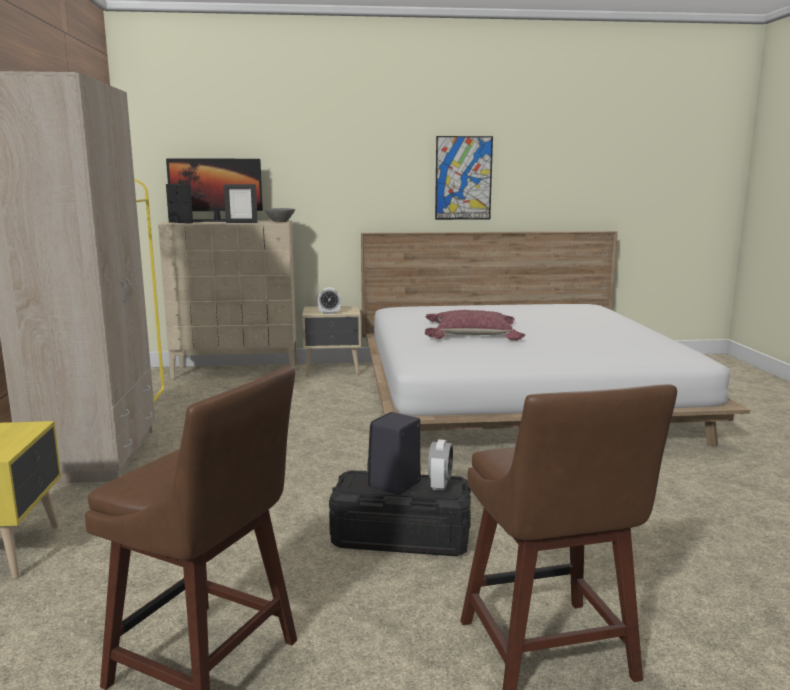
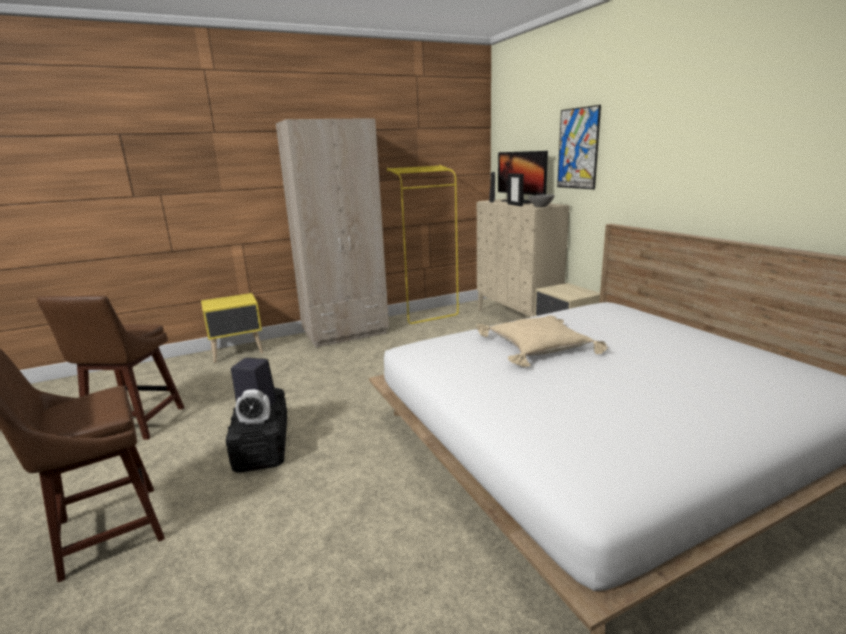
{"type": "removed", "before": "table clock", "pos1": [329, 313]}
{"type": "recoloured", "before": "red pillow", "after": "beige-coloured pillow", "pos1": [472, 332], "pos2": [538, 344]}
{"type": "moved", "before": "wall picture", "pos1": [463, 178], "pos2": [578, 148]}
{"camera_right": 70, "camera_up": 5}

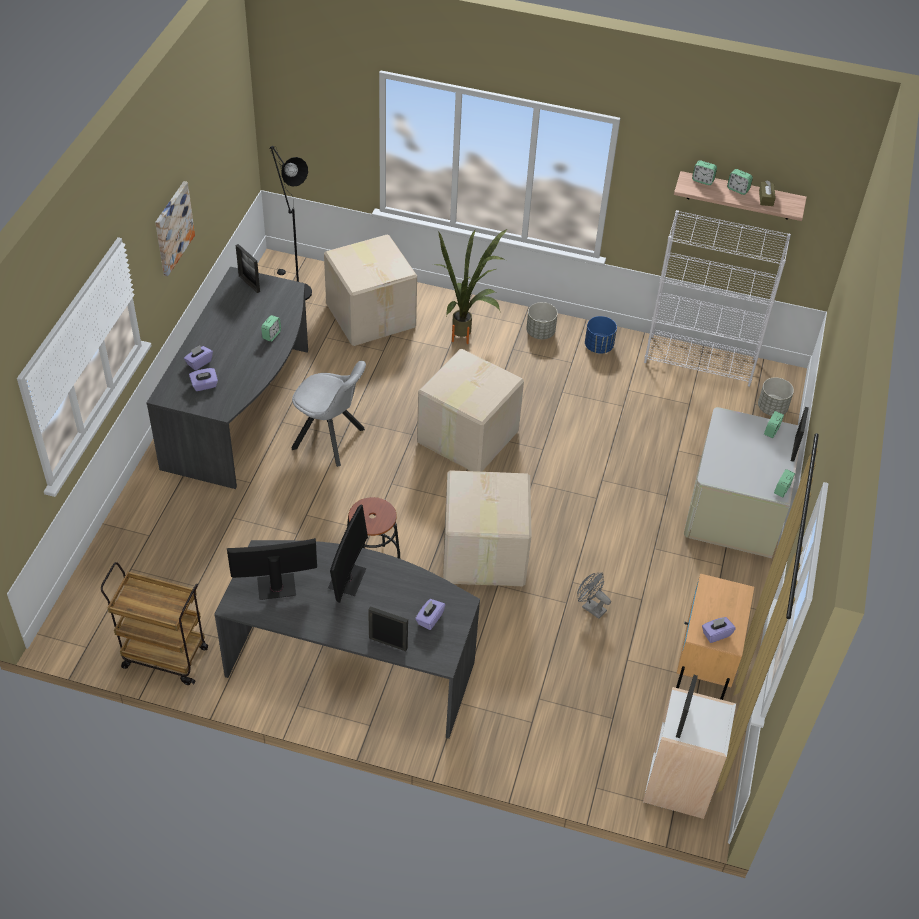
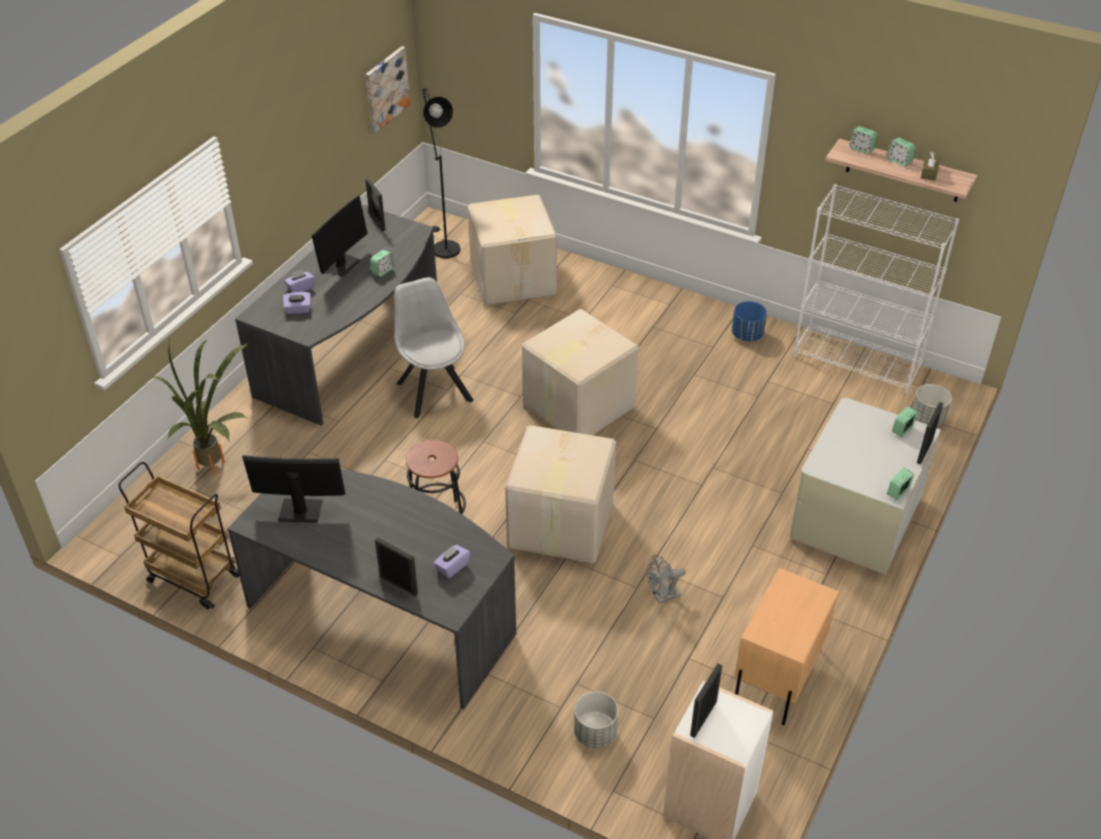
{"type": "moved", "before": "wall picture", "pos1": [173, 228], "pos2": [386, 89]}
{"type": "turned", "before": "grey upright chair", "pos1": [330, 439], "pos2": [433, 390], "turn": -150}
{"type": "moved", "before": "computer screen", "pos1": [347, 579], "pos2": [342, 265]}
{"type": "moved", "before": "potted plant", "pos1": [467, 339], "pos2": [216, 470]}
{"type": "moved", "before": "grey plant pot", "pos1": [540, 332], "pos2": [595, 733]}
{"type": "turned", "before": "grey fan", "pos1": [590, 607], "pos2": [662, 596], "turn": -75}
{"type": "removed", "before": "purple box of tissues", "pos1": [716, 634]}
{"camera_right": 15, "camera_up": -5}

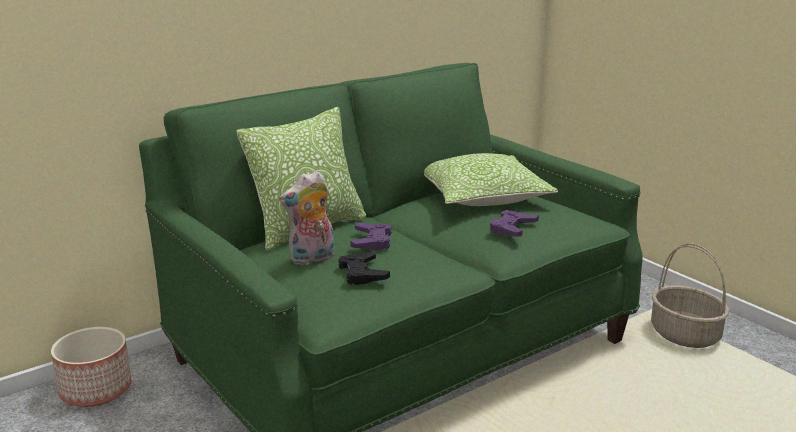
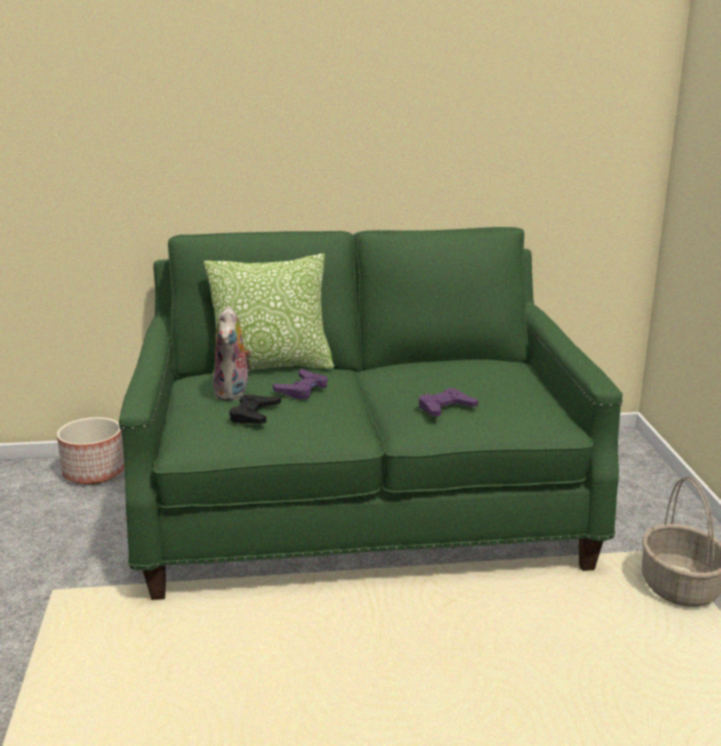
{"type": "turned", "before": "soft toy", "pos1": [311, 259], "pos2": [234, 393], "turn": -90}
{"type": "removed", "before": "pillow", "pos1": [482, 197]}
{"camera_right": 30, "camera_up": 0}

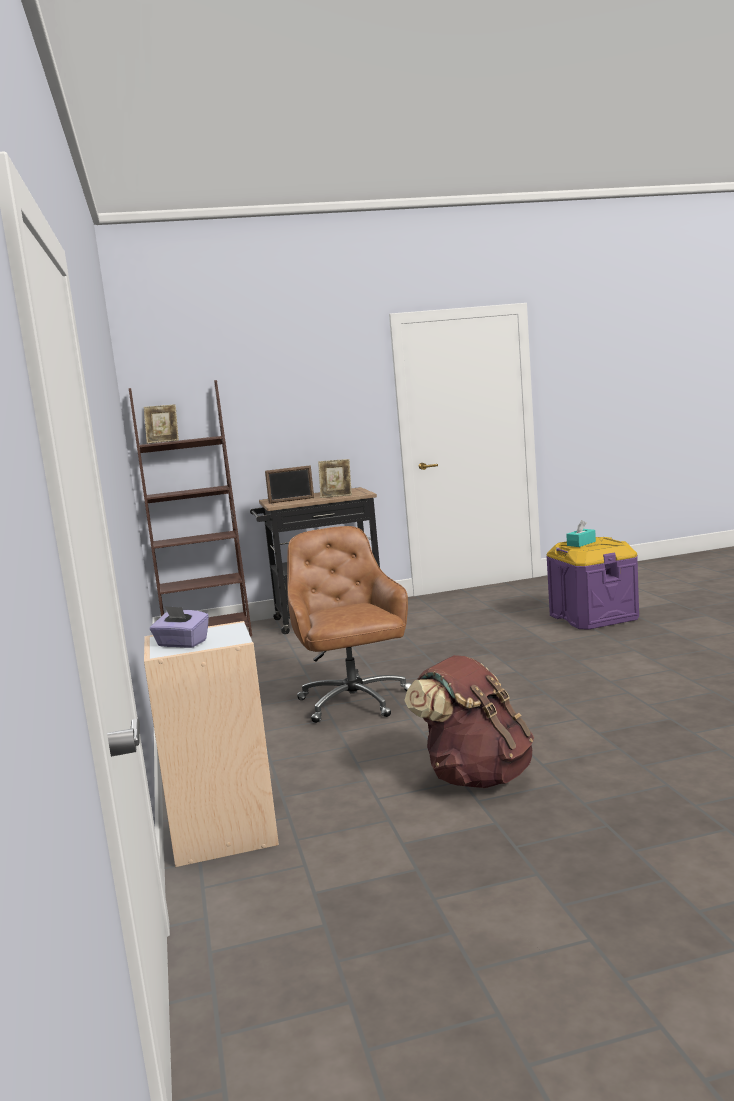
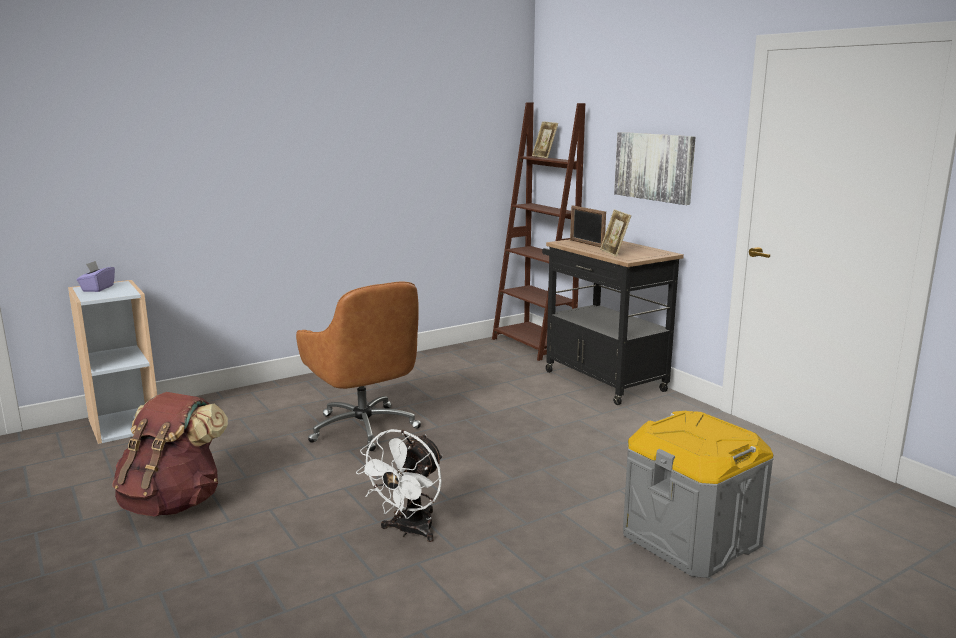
{"type": "turned", "before": "brownish desk chair", "pos1": [355, 701], "pos2": [362, 429], "turn": 90}
{"type": "recoloured", "before": "purple storage container", "after": "grey storage container", "pos1": [593, 617], "pos2": [691, 539]}
{"type": "removed", "before": "blue-green box of tissues", "pos1": [581, 543]}
{"type": "added", "after": "white-coloured fan", "pos2": [409, 531]}
{"type": "added", "after": "wall picture", "pos2": [654, 167]}
{"camera_right": 70, "camera_up": 5}

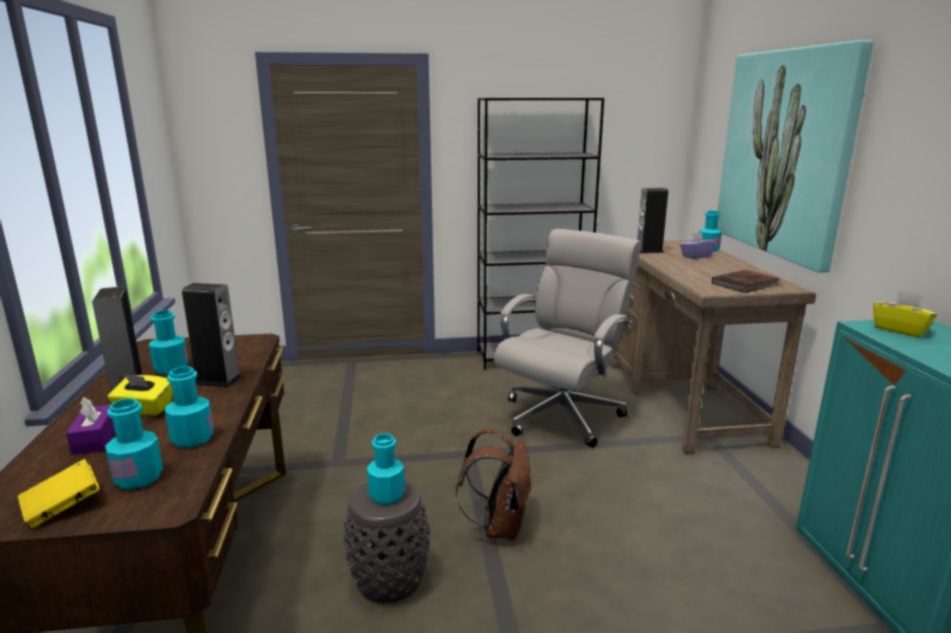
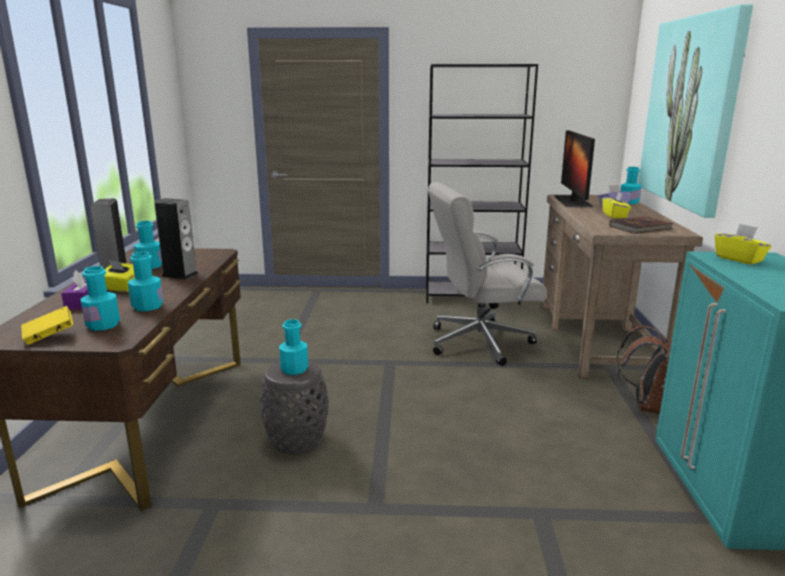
{"type": "moved", "before": "brownish knapsack", "pos1": [499, 526], "pos2": [646, 406]}
{"type": "turned", "before": "grey desk chair", "pos1": [561, 416], "pos2": [480, 342], "turn": -150}
{"type": "replaced", "before": "loudspeaker", "after": "computer screen", "pos1": [649, 251], "pos2": [572, 201]}
{"type": "added", "after": "yellow-coloured box of tissues", "pos2": [614, 215]}
{"camera_right": 10, "camera_up": 0}

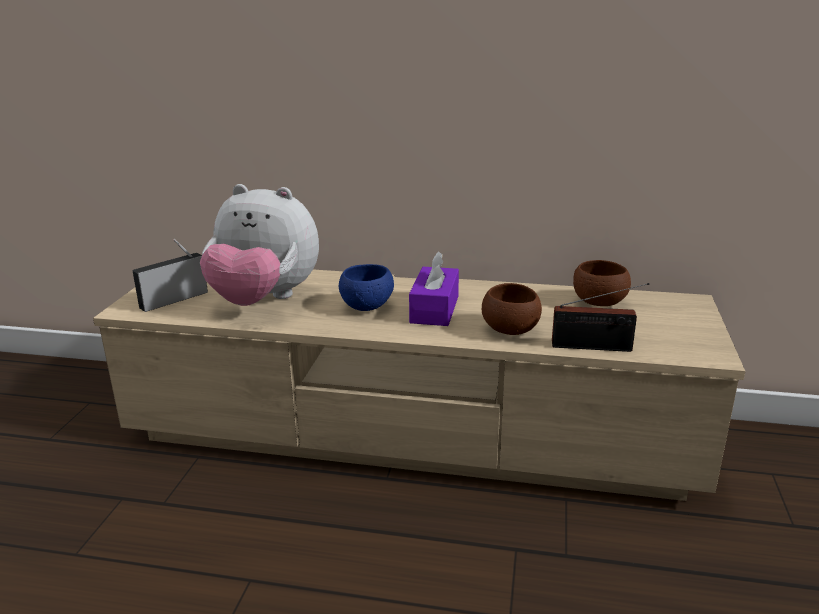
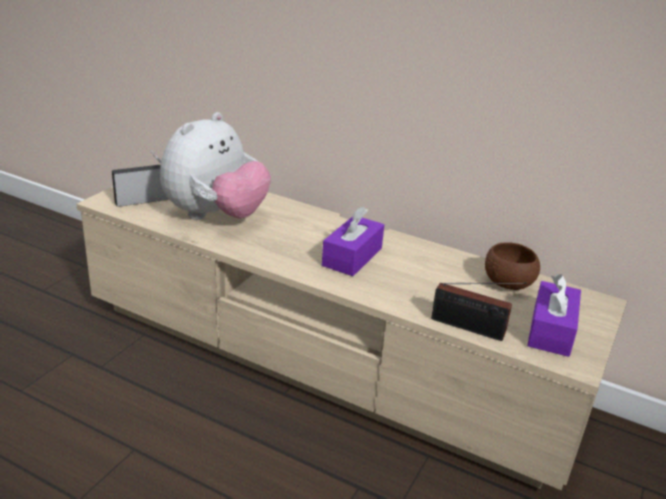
{"type": "turned", "before": "soft toy", "pos1": [264, 300], "pos2": [215, 216], "turn": -90}
{"type": "removed", "before": "blue serving bowl", "pos1": [366, 307]}
{"type": "removed", "before": "brownish serving bowl", "pos1": [510, 330]}
{"type": "added", "after": "purple box of tissues", "pos2": [551, 330]}
{"camera_right": 15, "camera_up": 5}

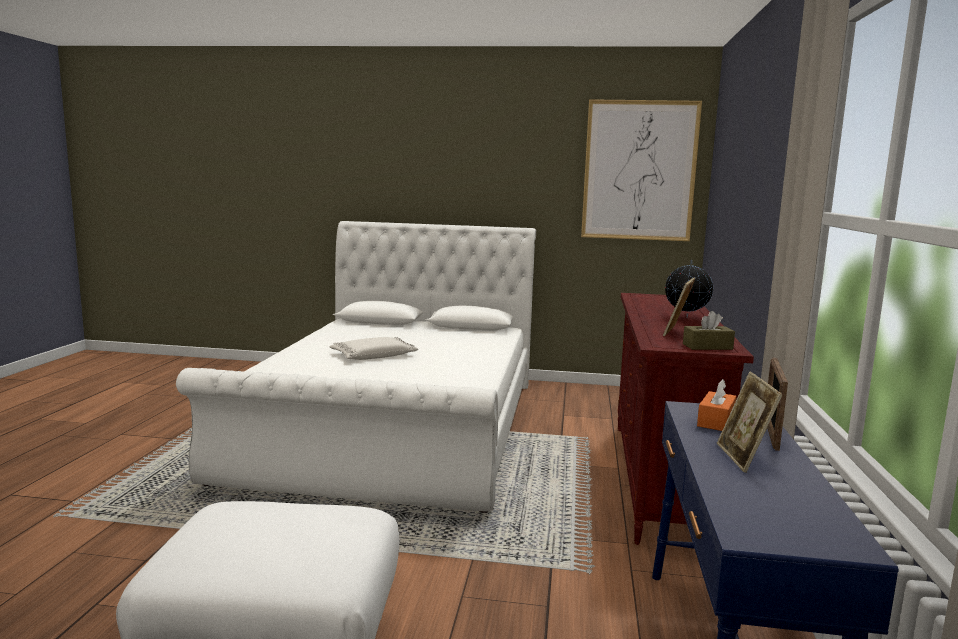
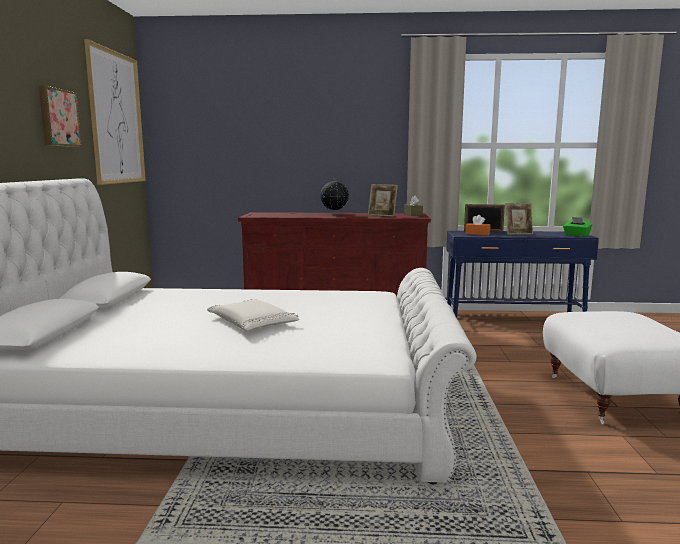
{"type": "added", "after": "wall picture", "pos2": [58, 118]}
{"type": "added", "after": "green box of tissues", "pos2": [576, 235]}
{"camera_right": -95, "camera_up": 0}

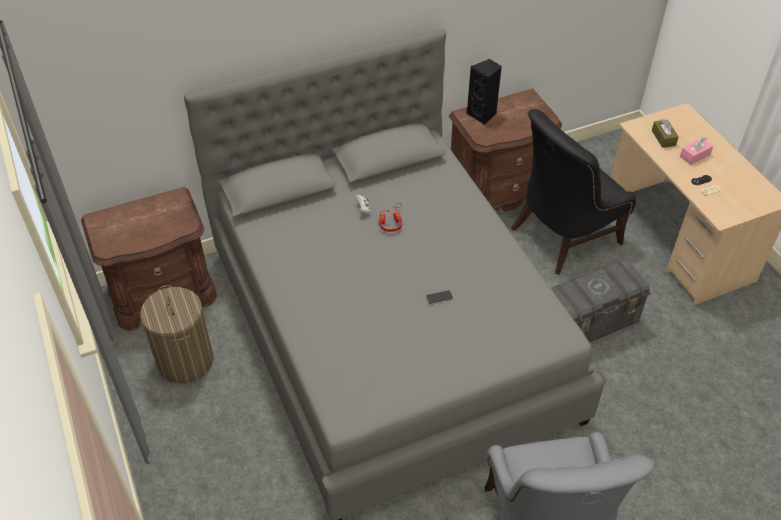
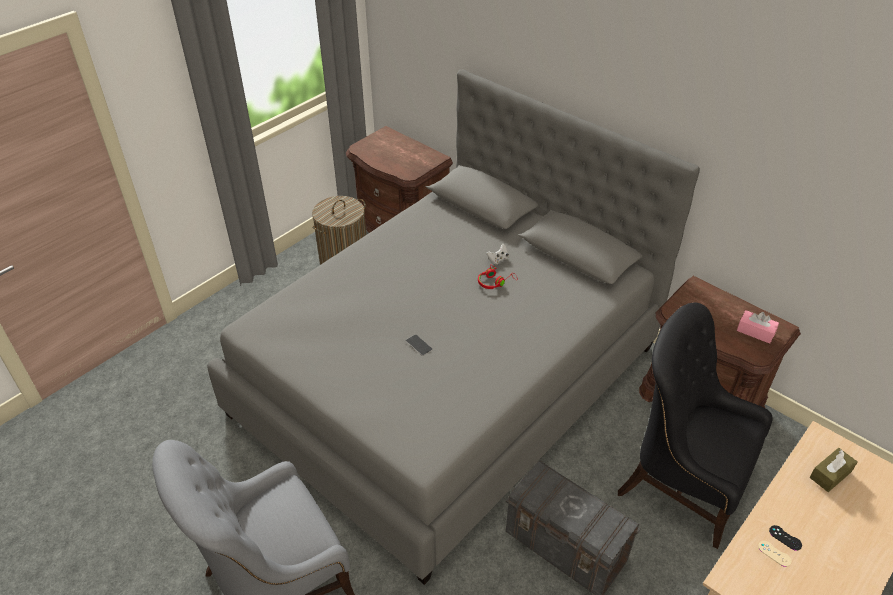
{"type": "removed", "before": "black loudspeaker", "pos1": [483, 115]}
{"type": "moved", "before": "pinkish box of tissues", "pos1": [695, 156], "pos2": [755, 331]}
{"camera_right": 65, "camera_up": -5}

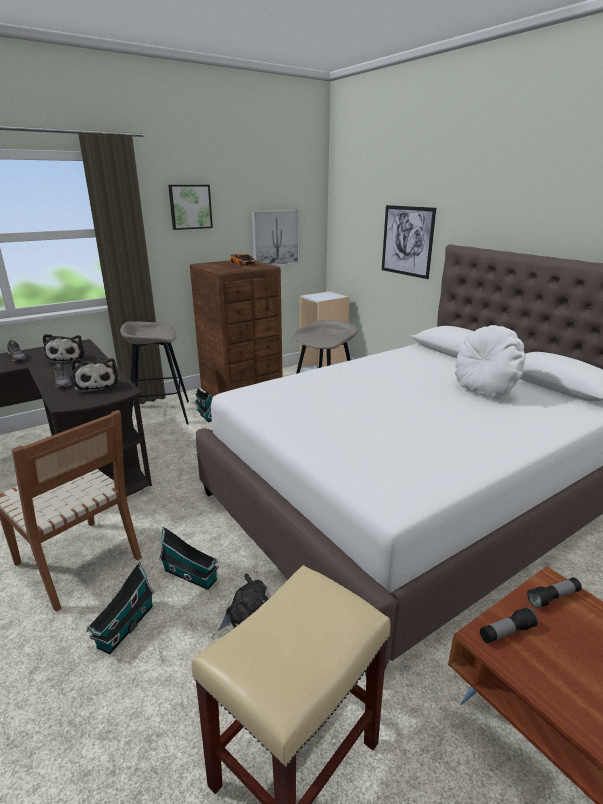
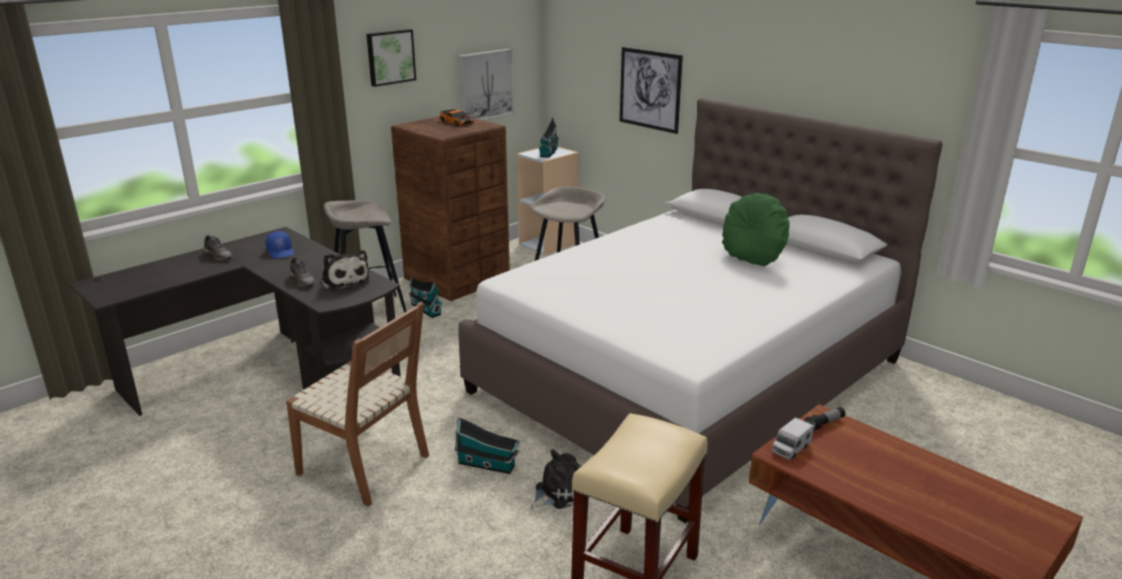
{"type": "replaced", "before": "soft toy", "after": "blue peaked cap", "pos1": [67, 358], "pos2": [281, 252]}
{"type": "moved", "before": "model house", "pos1": [124, 628], "pos2": [548, 153]}
{"type": "recoloured", "before": "white-coloured pillow", "after": "green pillow", "pos1": [483, 391], "pos2": [752, 259]}
{"type": "replaced", "before": "flashlight", "after": "toy truck", "pos1": [506, 632], "pos2": [790, 448]}
{"camera_right": -10, "camera_up": 0}

